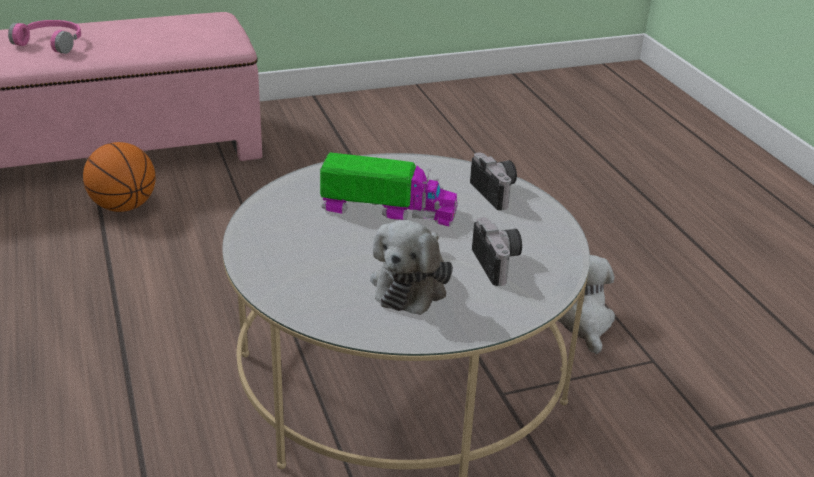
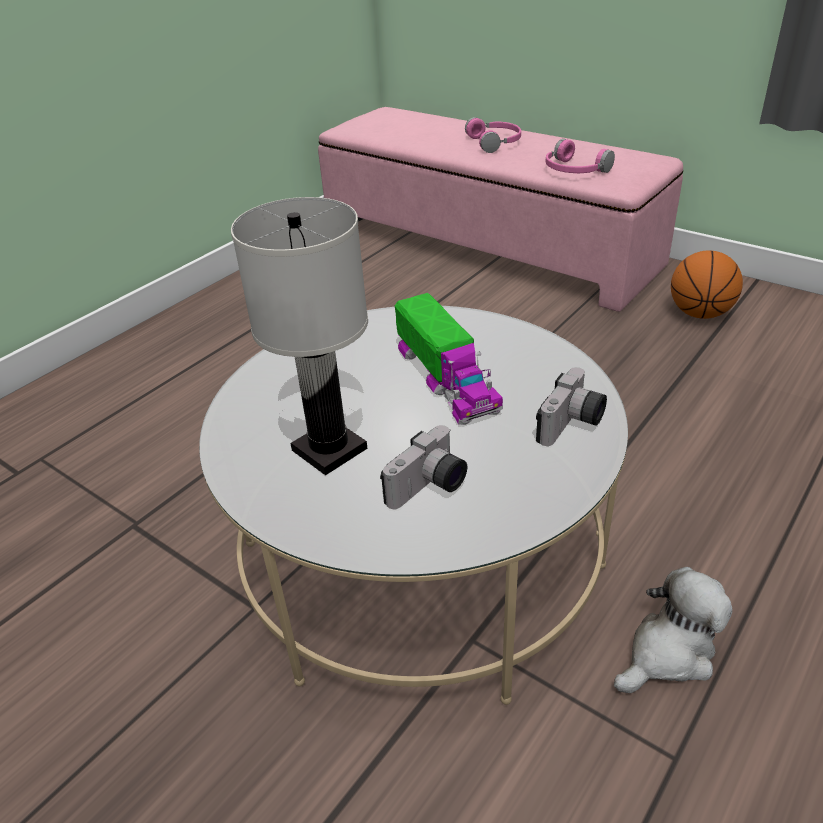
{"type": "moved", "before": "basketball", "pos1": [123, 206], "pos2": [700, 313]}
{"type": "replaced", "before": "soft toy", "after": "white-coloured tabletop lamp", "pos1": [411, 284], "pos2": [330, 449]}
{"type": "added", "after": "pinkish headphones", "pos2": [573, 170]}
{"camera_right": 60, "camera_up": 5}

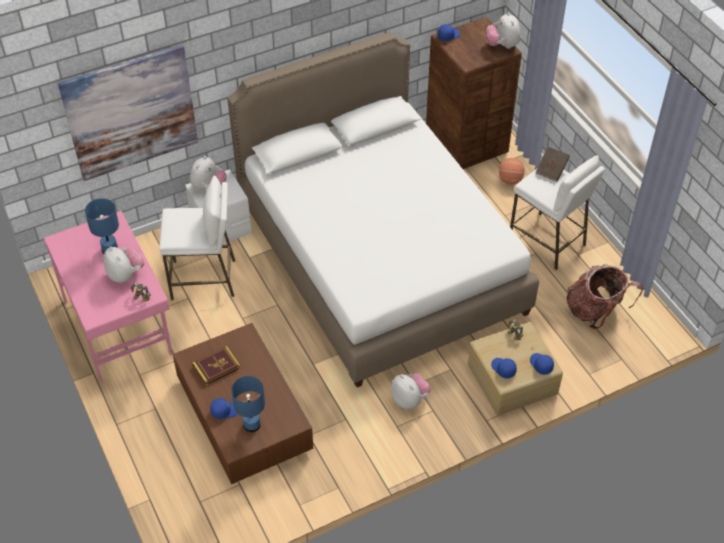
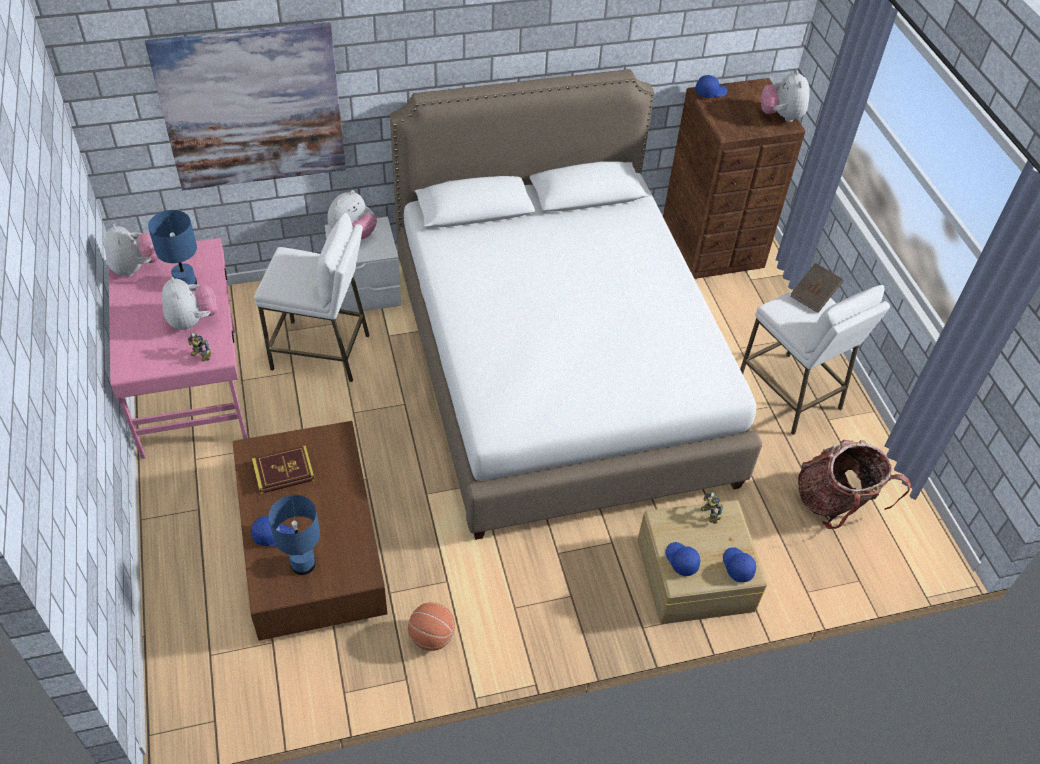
{"type": "moved", "before": "soft toy", "pos1": [409, 399], "pos2": [135, 268]}
{"type": "moved", "before": "basketball", "pos1": [510, 180], "pos2": [432, 637]}
{"camera_right": 10, "camera_up": 0}

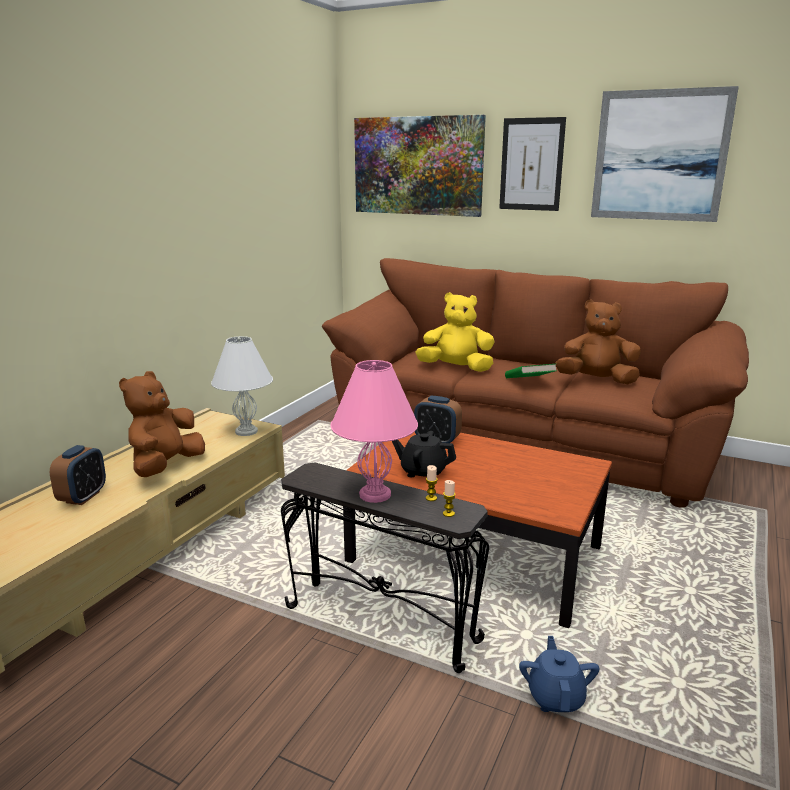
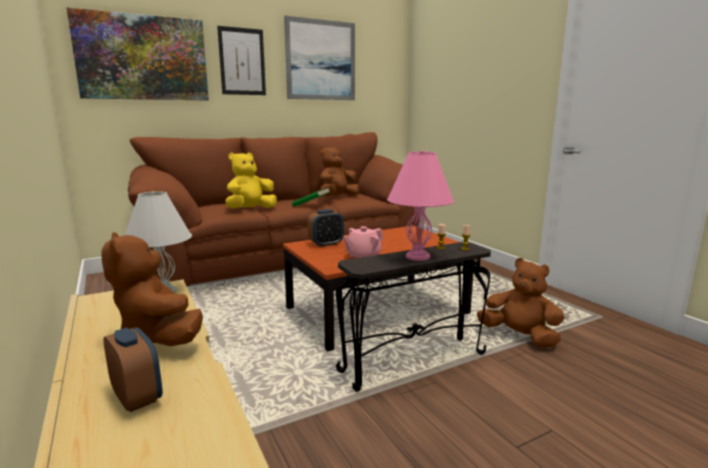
{"type": "recoloured", "before": "black teapot", "after": "pinkish teapot", "pos1": [423, 472], "pos2": [363, 256]}
{"type": "replaced", "before": "blue teapot", "after": "brownish soft toy", "pos1": [556, 697], "pos2": [519, 336]}
{"camera_right": -55, "camera_up": -5}

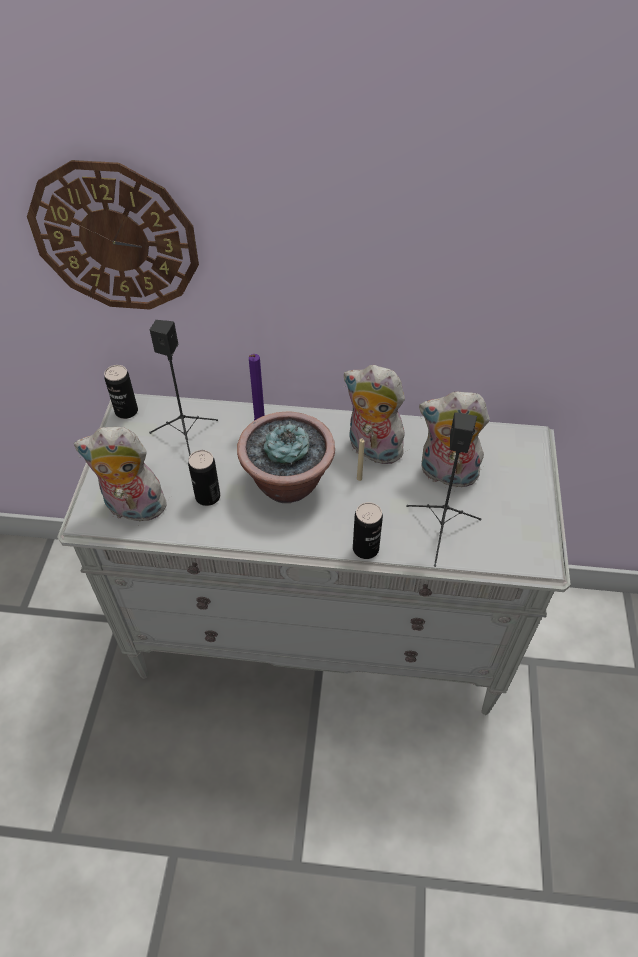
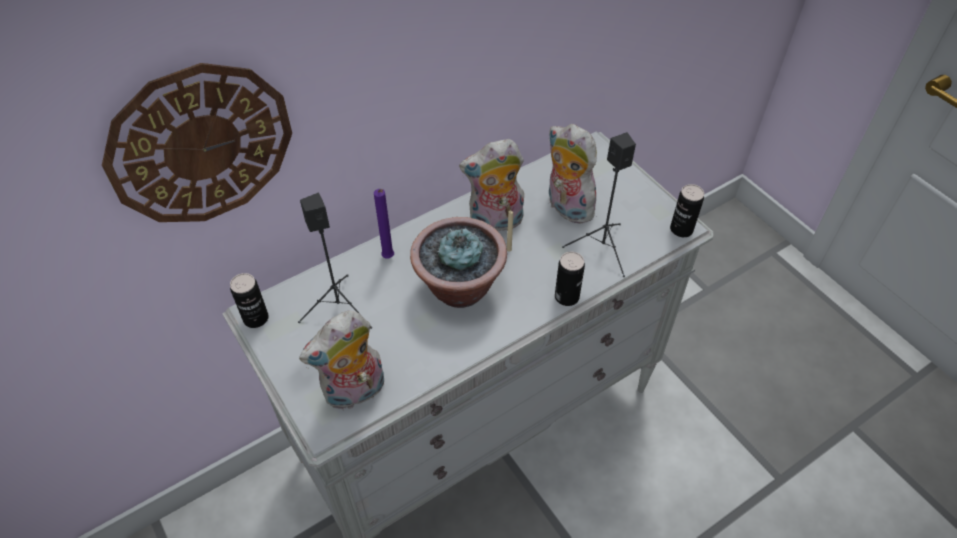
{"type": "moved", "before": "metal can", "pos1": [207, 496], "pos2": [681, 229]}
{"type": "turned", "before": "soft toy", "pos1": [446, 475], "pos2": [566, 207], "turn": 75}
{"camera_right": -40, "camera_up": 0}

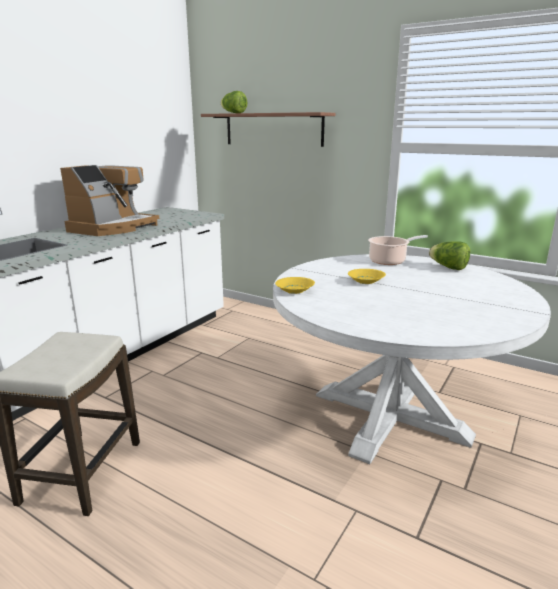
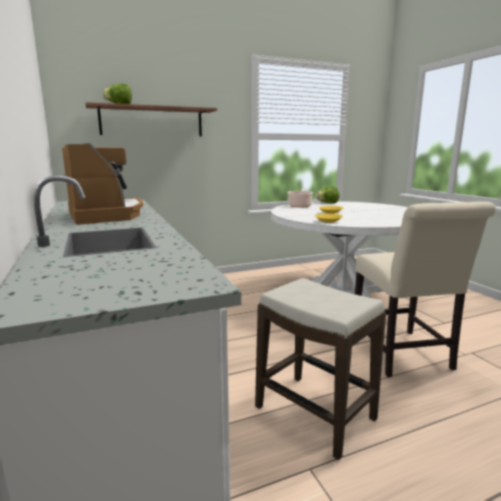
{"type": "added", "after": "beige-coloured upright chair", "pos2": [402, 356]}
{"camera_right": -55, "camera_up": -5}

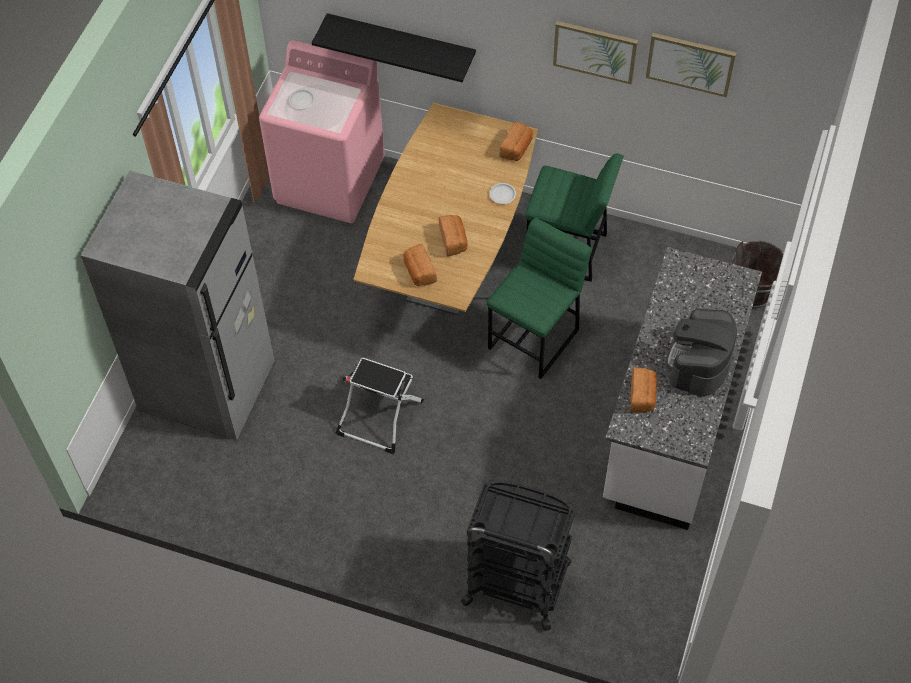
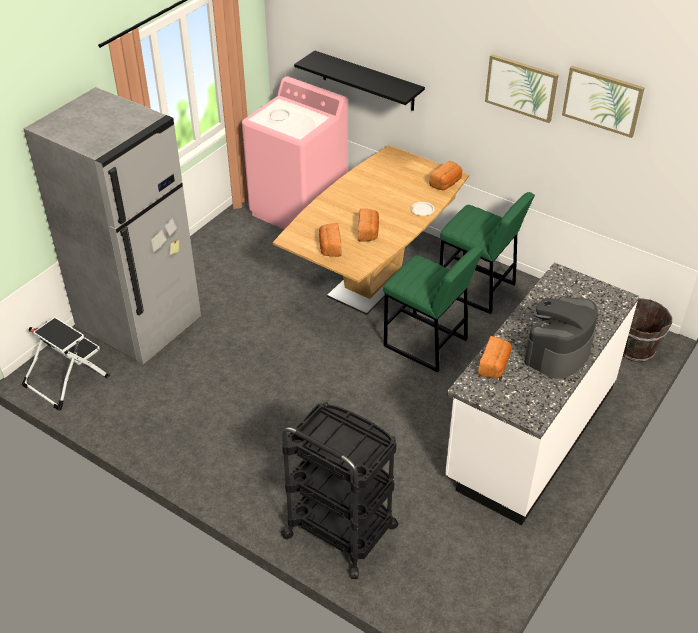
{"type": "moved", "before": "step stool", "pos1": [378, 414], "pos2": [66, 378]}
{"type": "turned", "before": "green upright chair", "pos1": [535, 337], "pos2": [427, 343], "turn": 75}
{"camera_right": 15, "camera_up": -15}

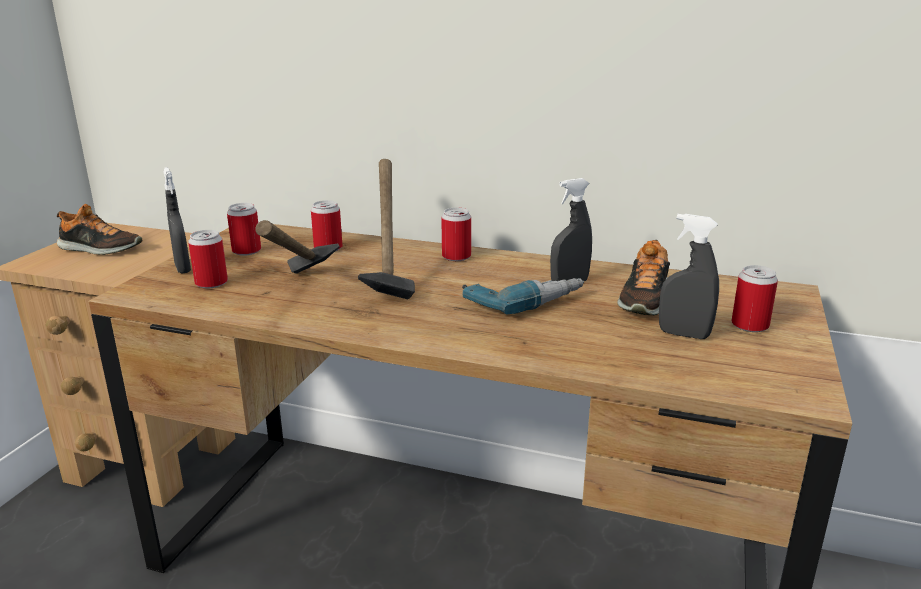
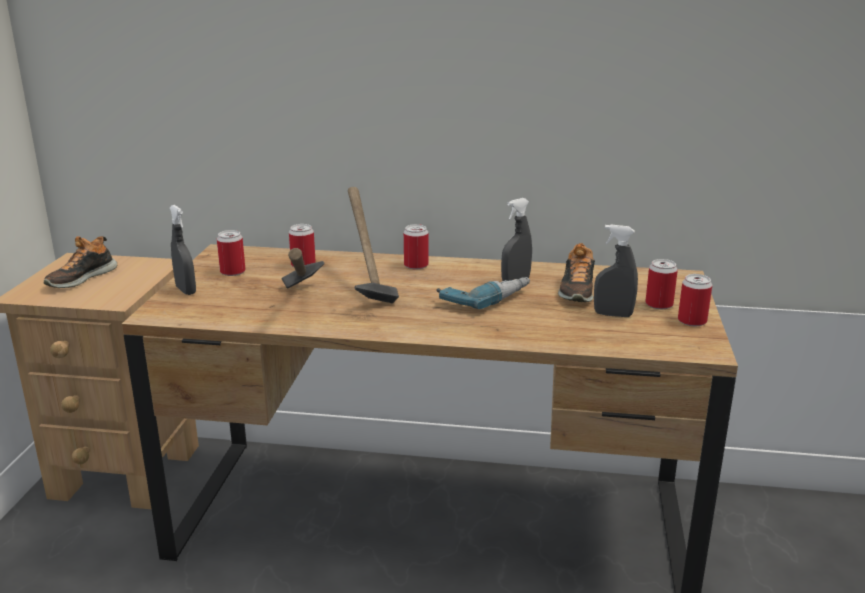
{"type": "turned", "before": "low shoe", "pos1": [99, 249], "pos2": [81, 278], "turn": 120}
{"type": "moved", "before": "metal can", "pos1": [211, 283], "pos2": [692, 321]}
{"camera_right": -10, "camera_up": 0}

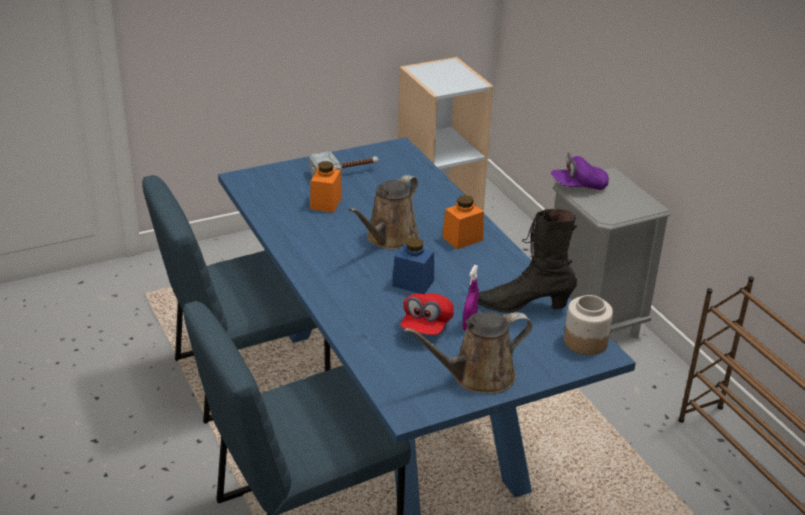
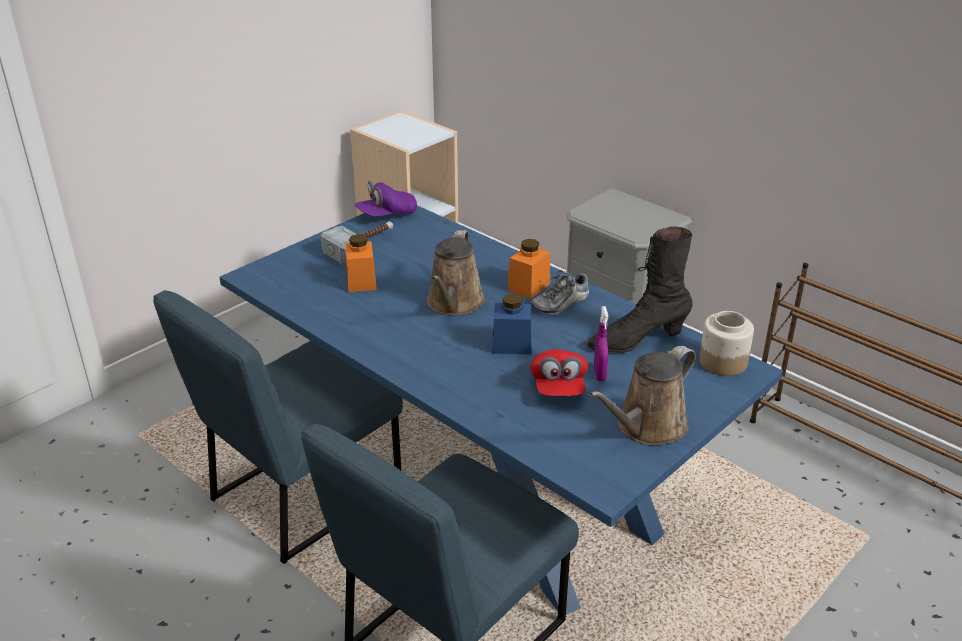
{"type": "moved", "before": "purple peaked cap", "pos1": [578, 186], "pos2": [386, 215]}
{"type": "added", "after": "low shoe", "pos2": [560, 303]}
{"camera_right": -20, "camera_up": 0}

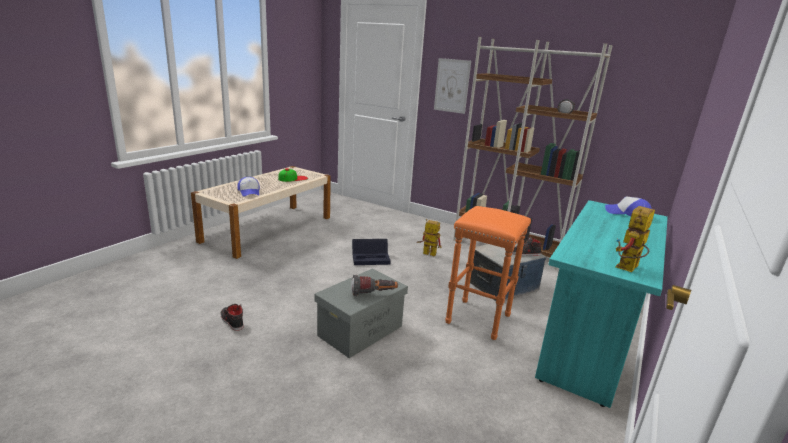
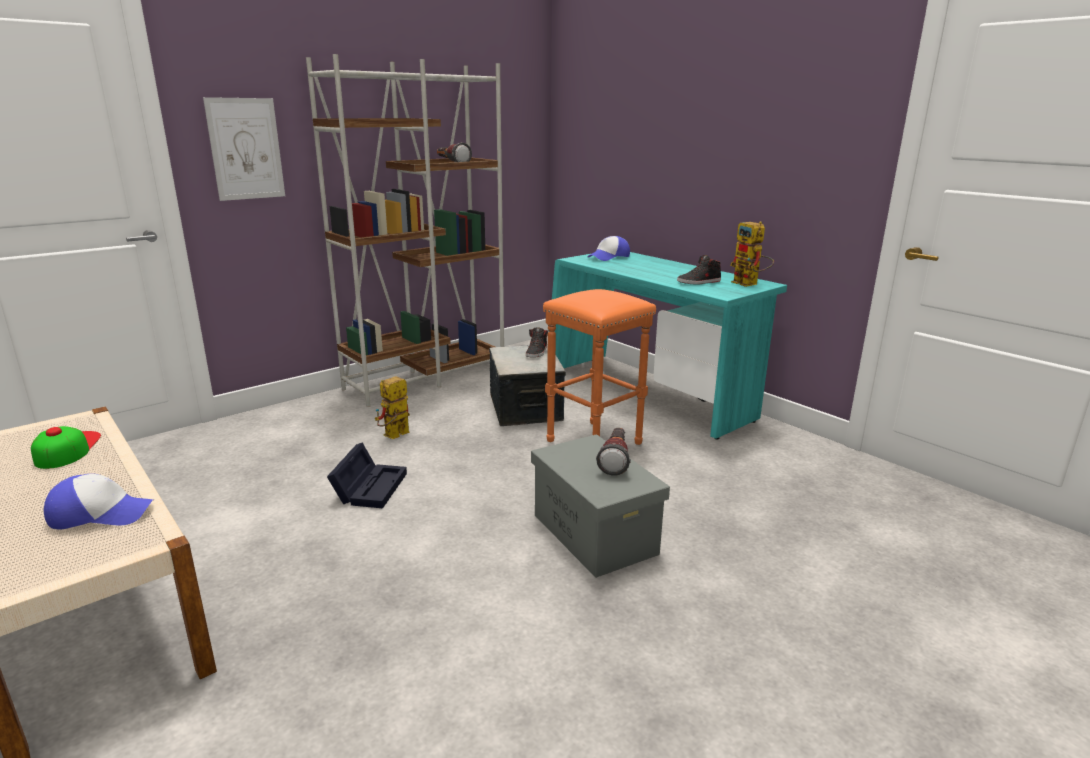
{"type": "moved", "before": "black low shoe", "pos1": [231, 321], "pos2": [699, 282]}
{"camera_right": -70, "camera_up": 0}

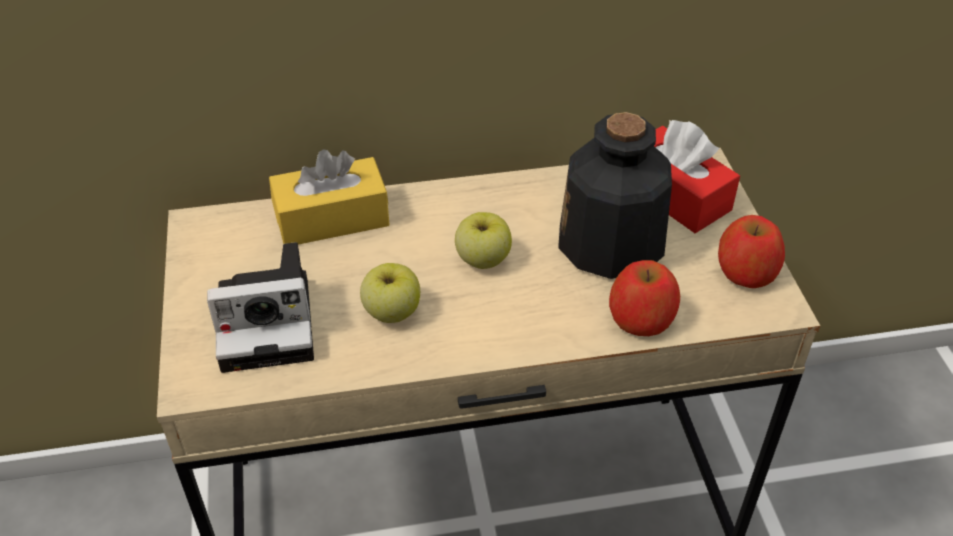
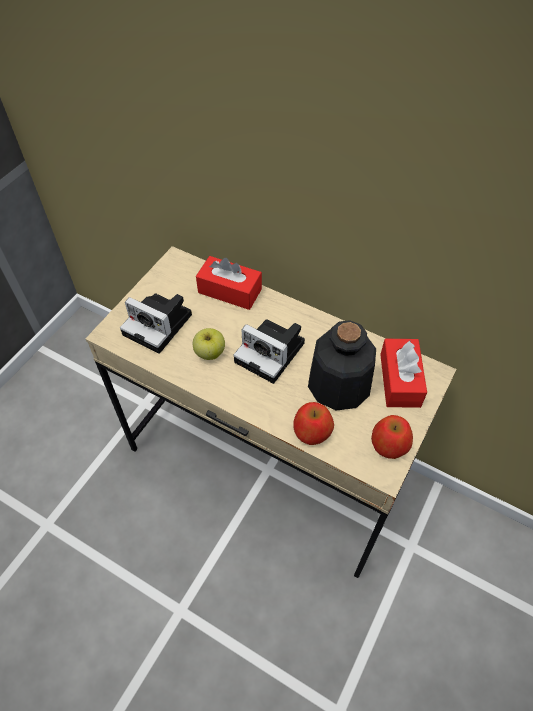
{"type": "recoloured", "before": "yellow-coloured box of tissues", "after": "red box of tissues", "pos1": [332, 219], "pos2": [230, 291]}
{"type": "replaced", "before": "apple fruit", "after": "photo camera", "pos1": [483, 259], "pos2": [272, 353]}
{"camera_right": 40, "camera_up": 10}

